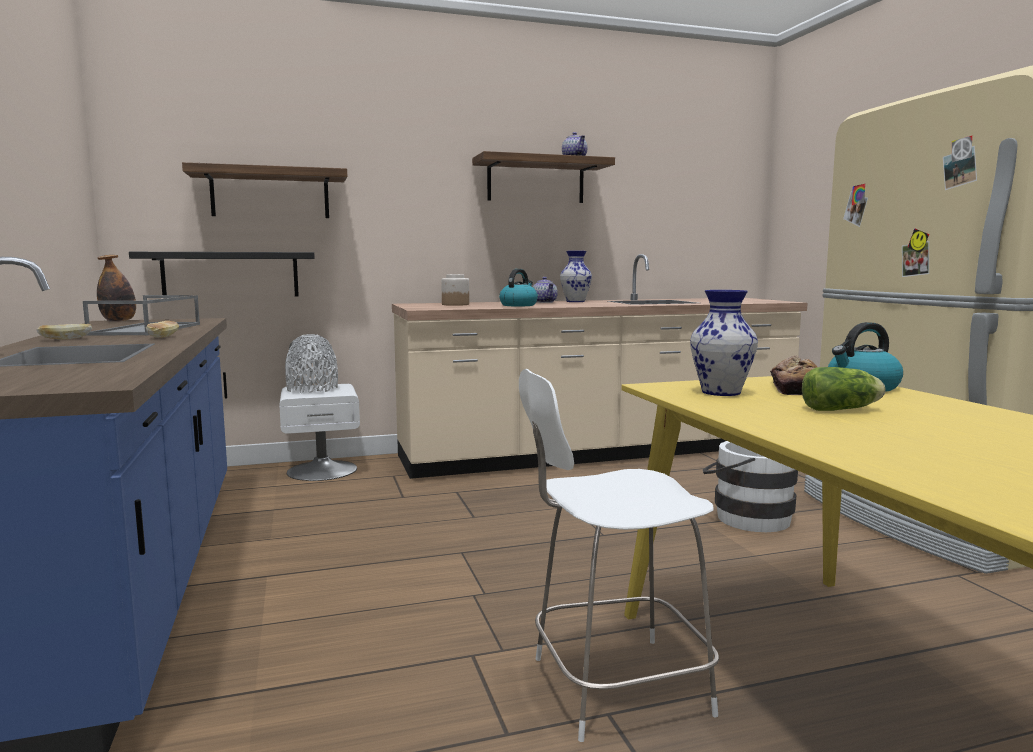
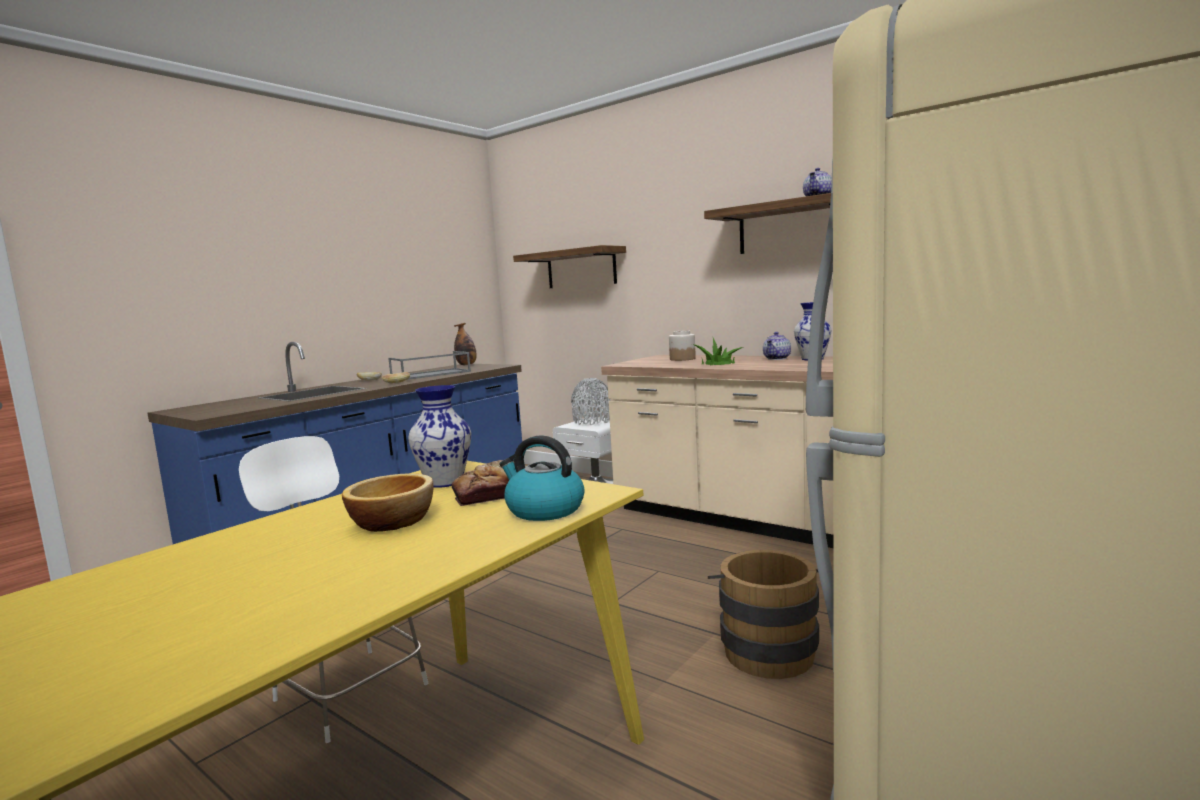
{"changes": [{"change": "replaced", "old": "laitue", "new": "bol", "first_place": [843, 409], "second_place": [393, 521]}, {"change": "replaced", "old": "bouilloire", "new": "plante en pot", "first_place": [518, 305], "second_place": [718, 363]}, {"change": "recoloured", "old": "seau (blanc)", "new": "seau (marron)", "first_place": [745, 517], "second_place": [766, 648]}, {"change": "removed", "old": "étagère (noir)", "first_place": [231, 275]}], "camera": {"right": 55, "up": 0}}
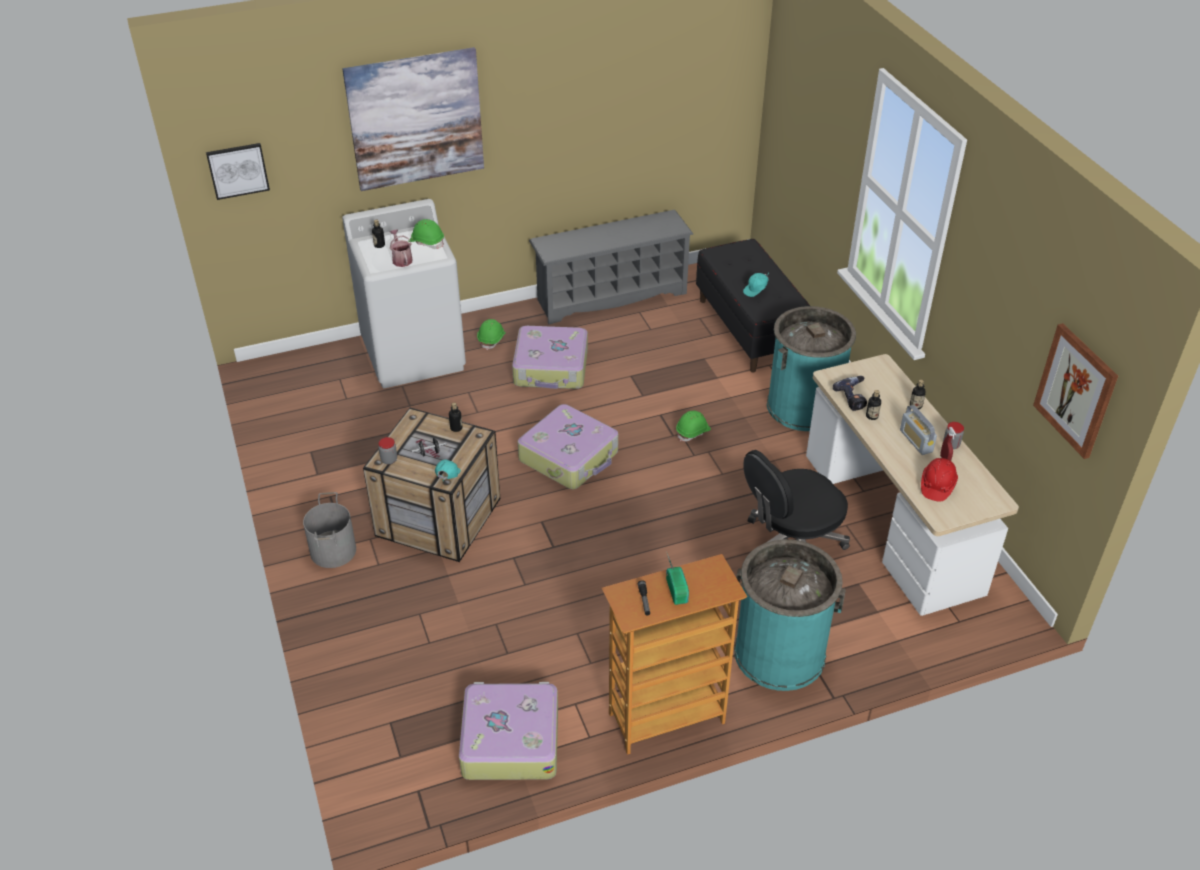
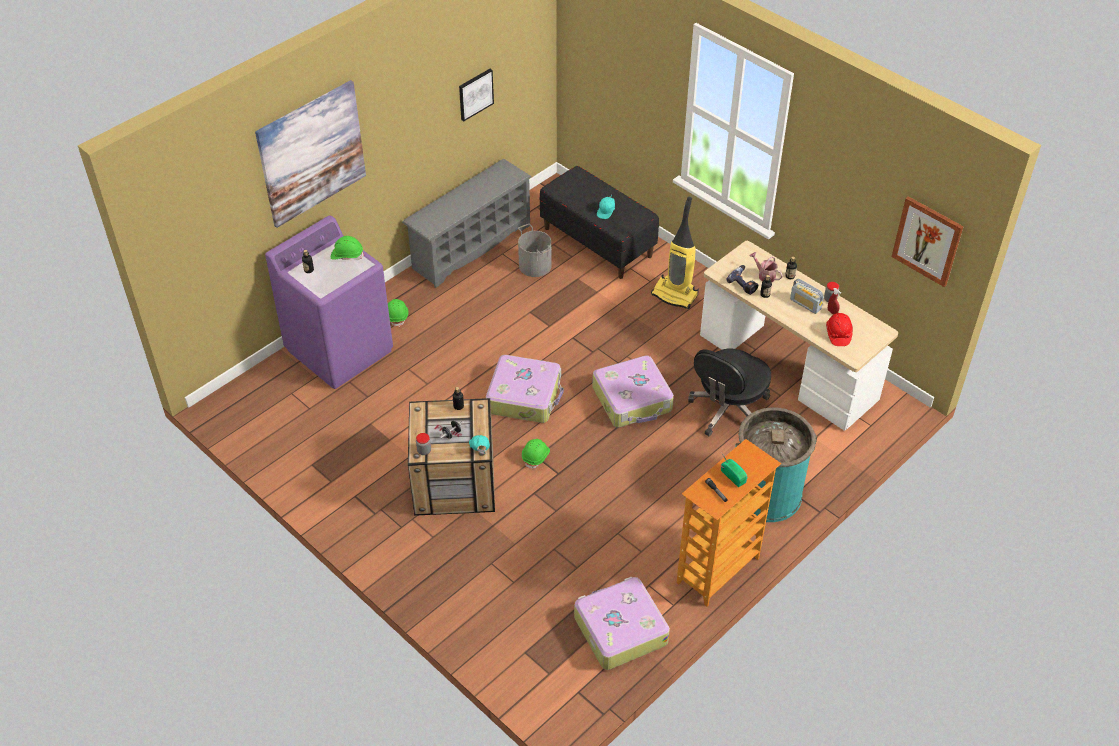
{"changes": [{"change": "recoloured", "old": "lave-linge (blanc)", "new": "lave-linge (violet)", "first_place": [414, 354], "second_place": [340, 350]}, {"change": "moved", "old": "tableau", "first_place": [238, 170], "second_place": [475, 94]}, {"change": "moved", "old": "seau (gris)", "first_place": [334, 550], "second_place": [535, 265]}, {"change": "moved", "old": "casque de chantier (vert)", "first_place": [693, 432], "second_place": [536, 457]}, {"change": "moved", "old": "valise", "first_place": [551, 368], "second_place": [633, 399]}, {"change": "replaced", "old": "poubelle (turquoise)", "new": "aspirateur", "first_place": [804, 406], "second_place": [675, 295]}, {"change": "moved", "old": "arrosoir", "first_place": [401, 259], "second_place": [764, 275]}], "camera": {"right": -25, "up": 5}}
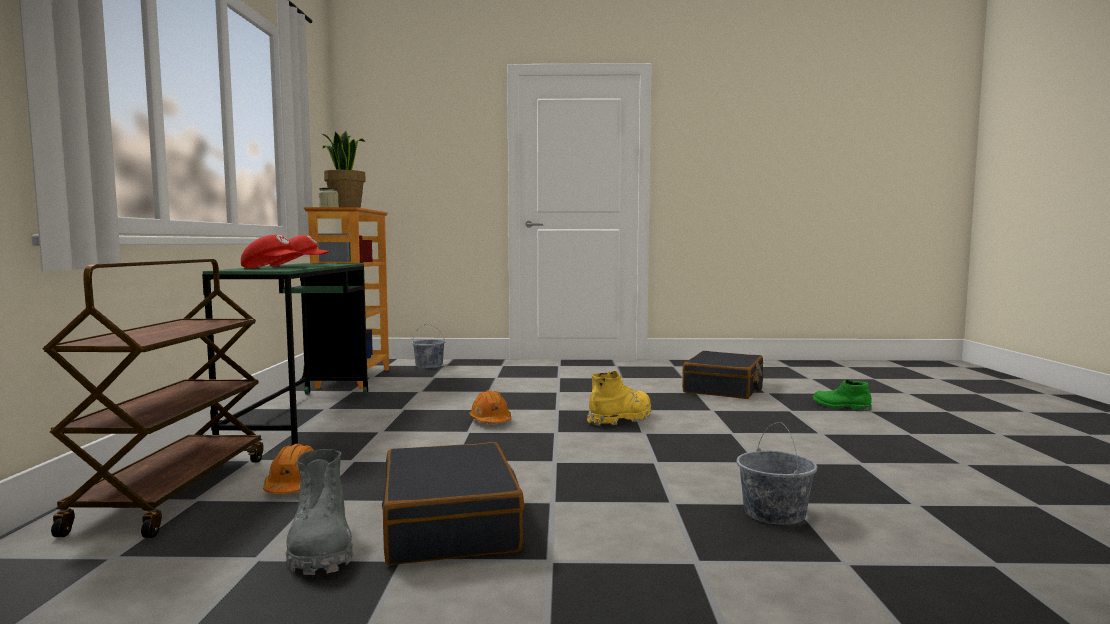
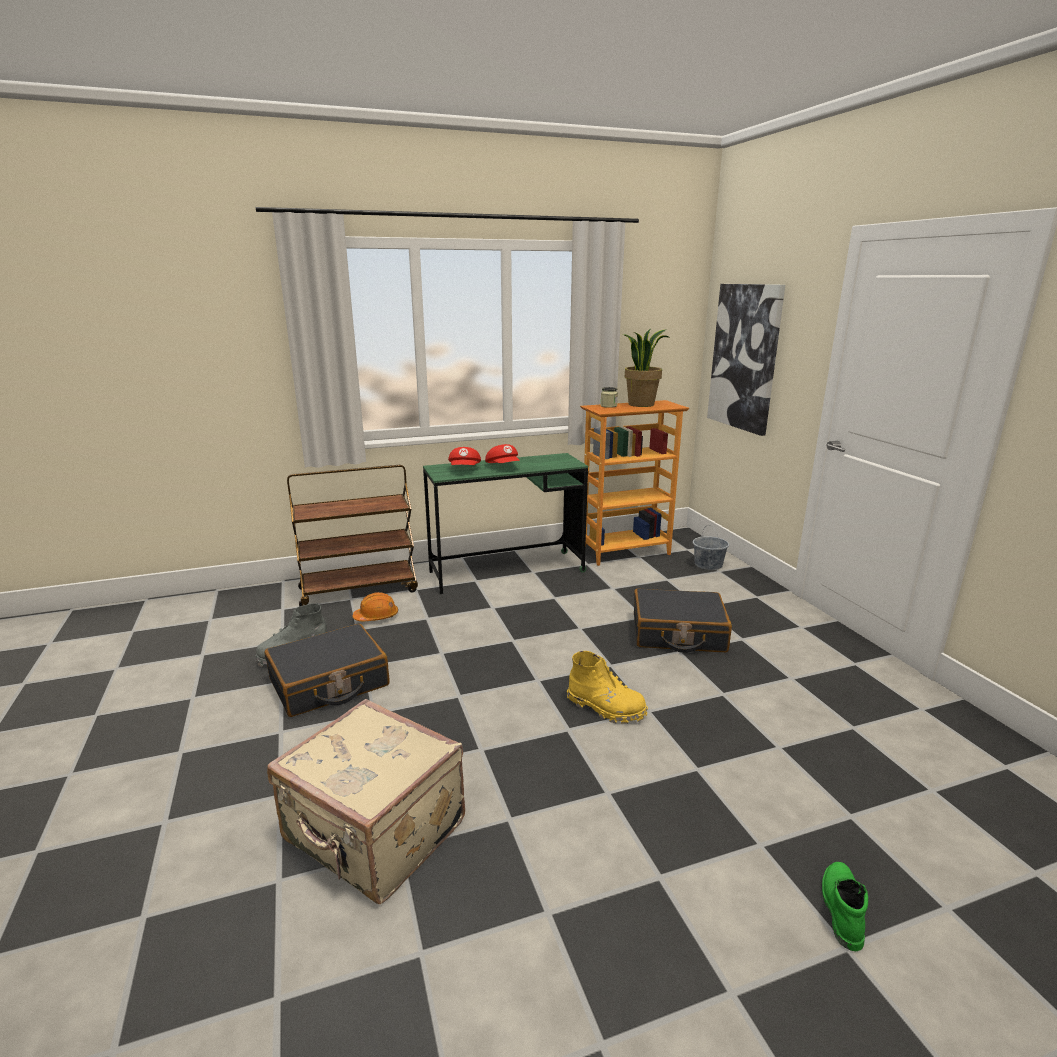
{"changes": [{"change": "replaced", "old": "seau (gris)", "new": "valise (beige)", "first_place": [774, 513], "second_place": [374, 834]}, {"change": "moved", "old": "valise (noir)", "first_place": [724, 388], "second_place": [678, 633]}, {"change": "added", "new": "tableau", "second_place": [745, 357]}, {"change": "removed", "old": "casque de chantier (orange)", "first_place": [490, 421]}], "camera": {"right": 70, "up": 15}}
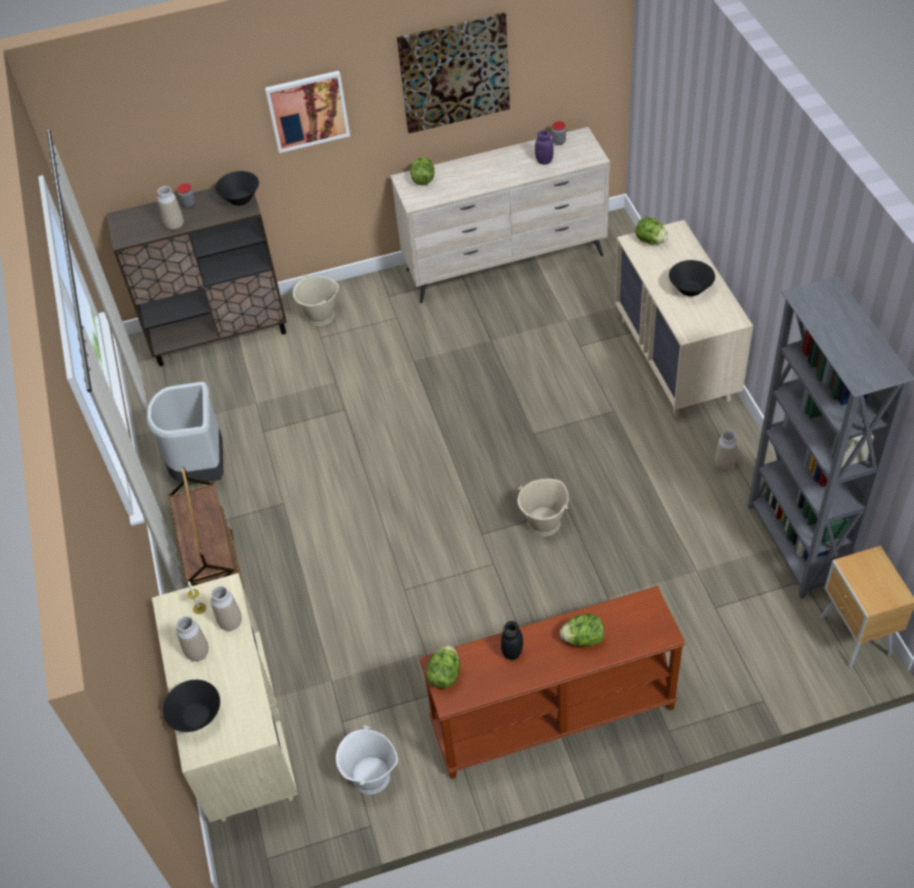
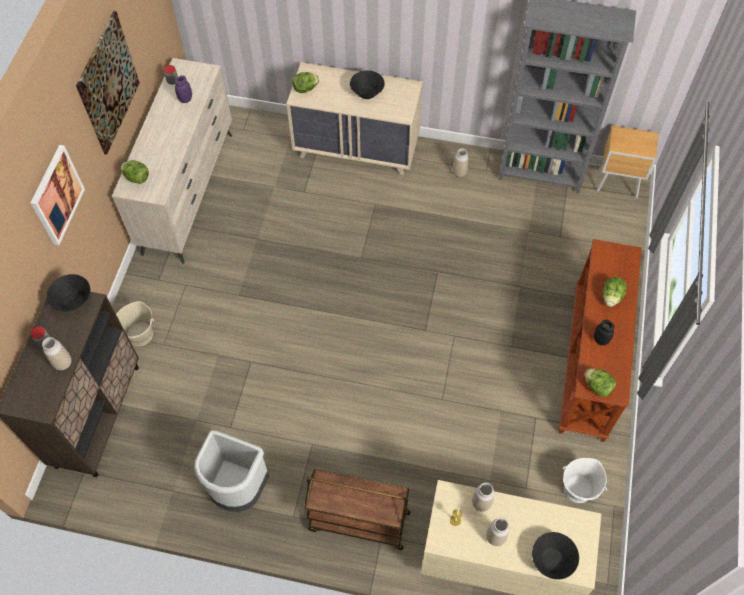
{"changes": [{"change": "removed", "old": "seau (beige)", "first_place": [544, 523]}], "camera": {"right": -65, "up": 10}}
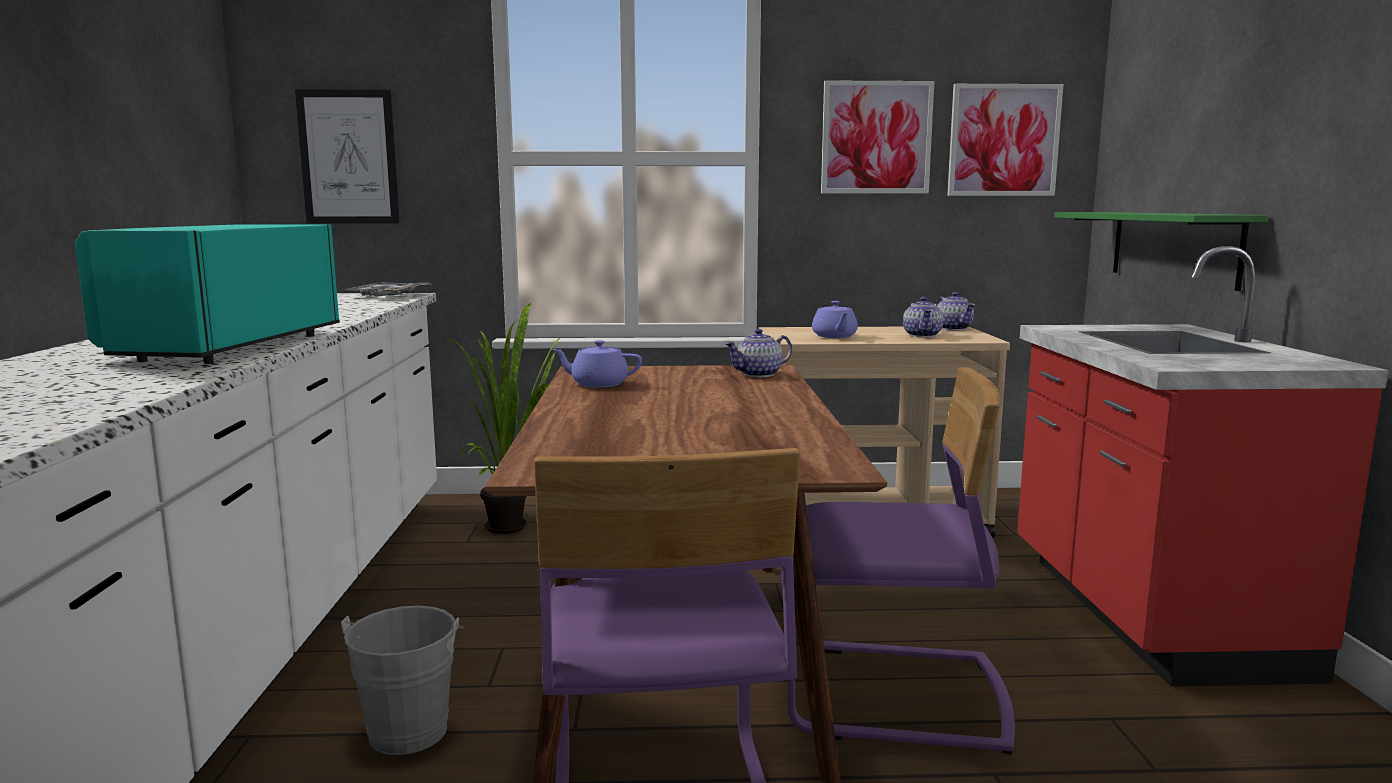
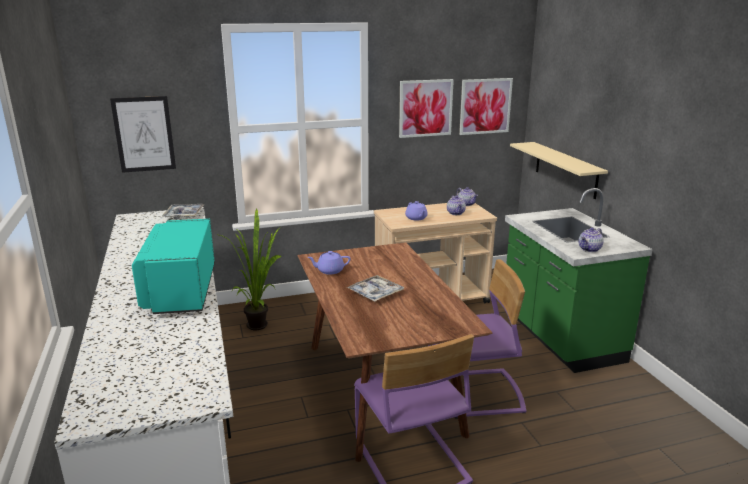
{"changes": [{"change": "added", "new": "plateau", "second_place": [375, 293]}, {"change": "recoloured", "old": "comptoir de cuisine (rouge)", "new": "comptoir de cuisine (vert)", "first_place": [1146, 614], "second_place": [559, 338]}, {"change": "recoloured", "old": "étagère (vert)", "new": "étagère (beige)", "first_place": [1173, 247], "second_place": [565, 169]}, {"change": "moved", "old": "théière", "first_place": [759, 374], "second_place": [590, 249]}, {"change": "removed", "old": "seau (gris)", "first_place": [411, 727]}], "camera": {"right": -15, "up": 10}}
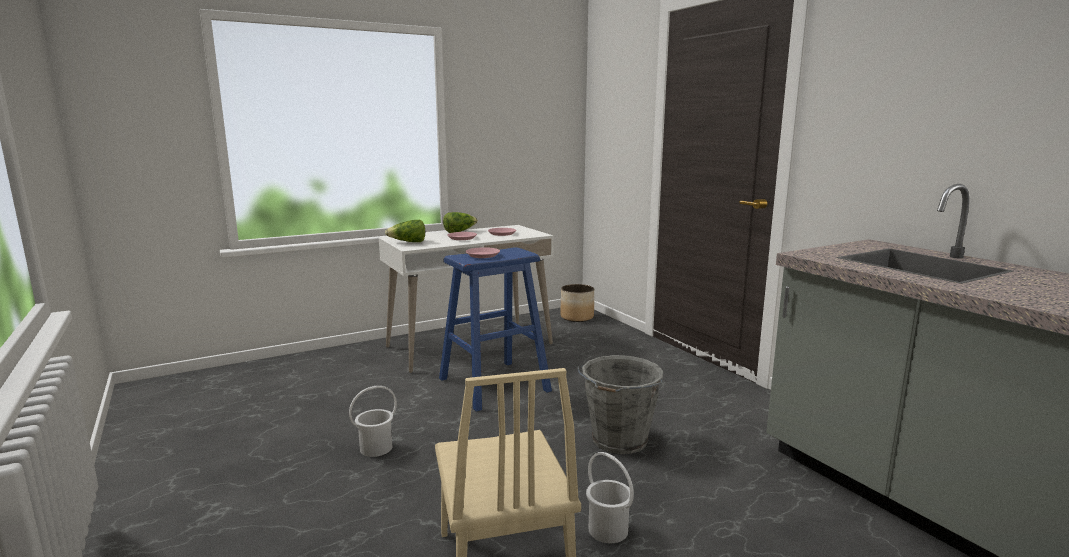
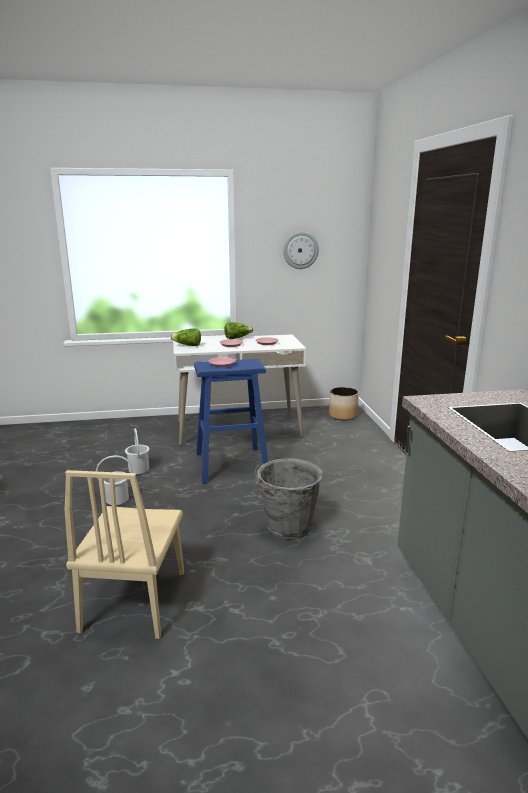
{"changes": [{"change": "moved", "old": "seau (blanc)", "first_place": [608, 529], "second_place": [139, 469]}, {"change": "added", "new": "horloge murale", "second_place": [300, 250]}], "camera": {"right": 20, "up": 5}}
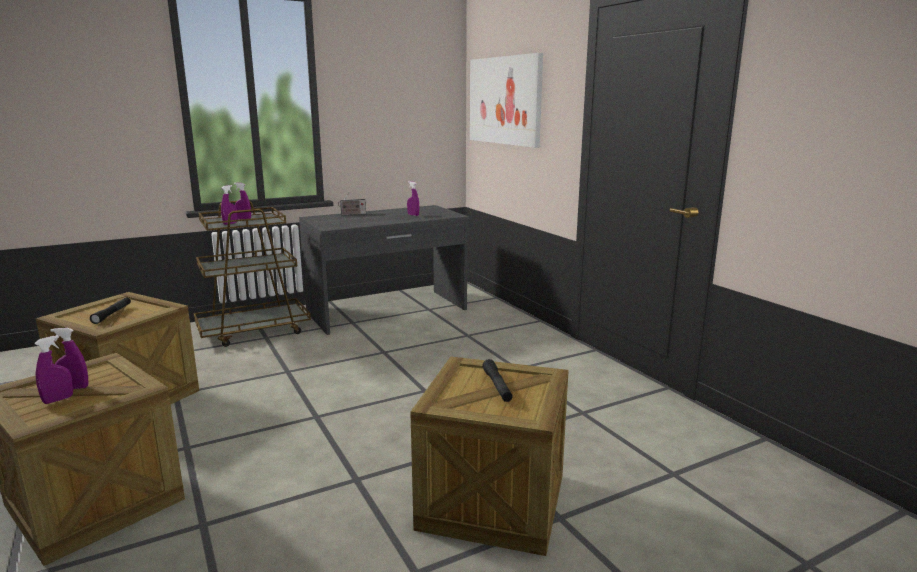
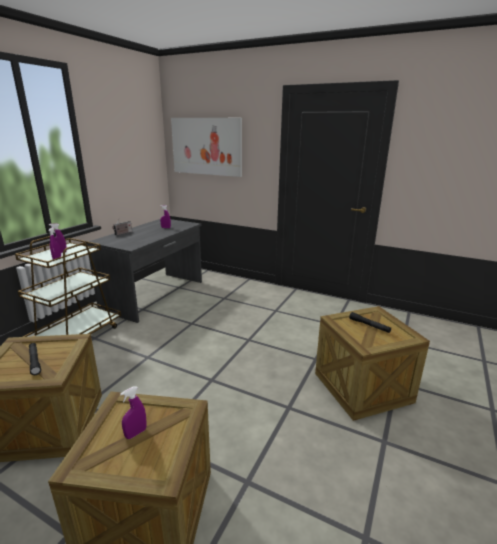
{"changes": [{"change": "removed", "old": "vaporisateur (violet)", "first_place": [58, 400]}], "camera": {"right": -35, "up": 5}}
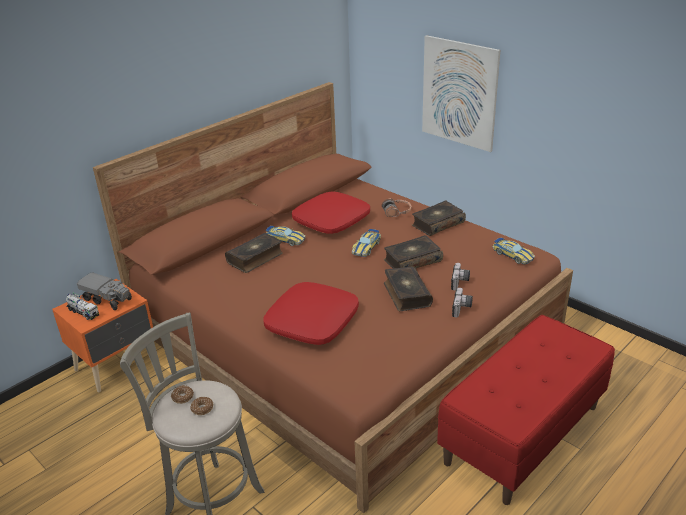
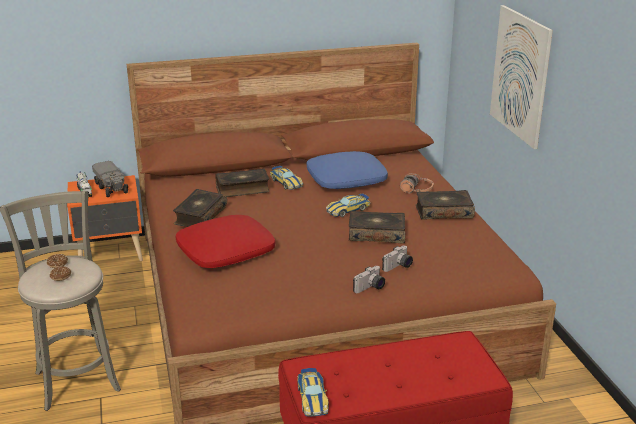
{"changes": [{"change": "moved", "old": "livre", "first_place": [406, 294], "second_place": [199, 216]}, {"change": "moved", "old": "petite voiture", "first_place": [513, 255], "second_place": [312, 398]}, {"change": "recoloured", "old": "coussin (rouge)", "new": "coussin (bleu)", "first_place": [331, 220], "second_place": [346, 179]}], "camera": {"right": 30, "up": -5}}
